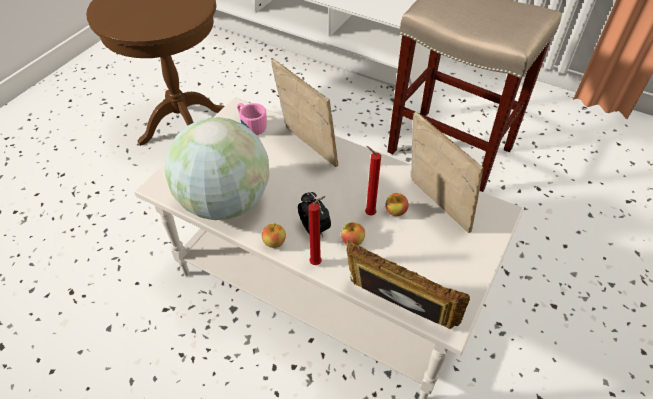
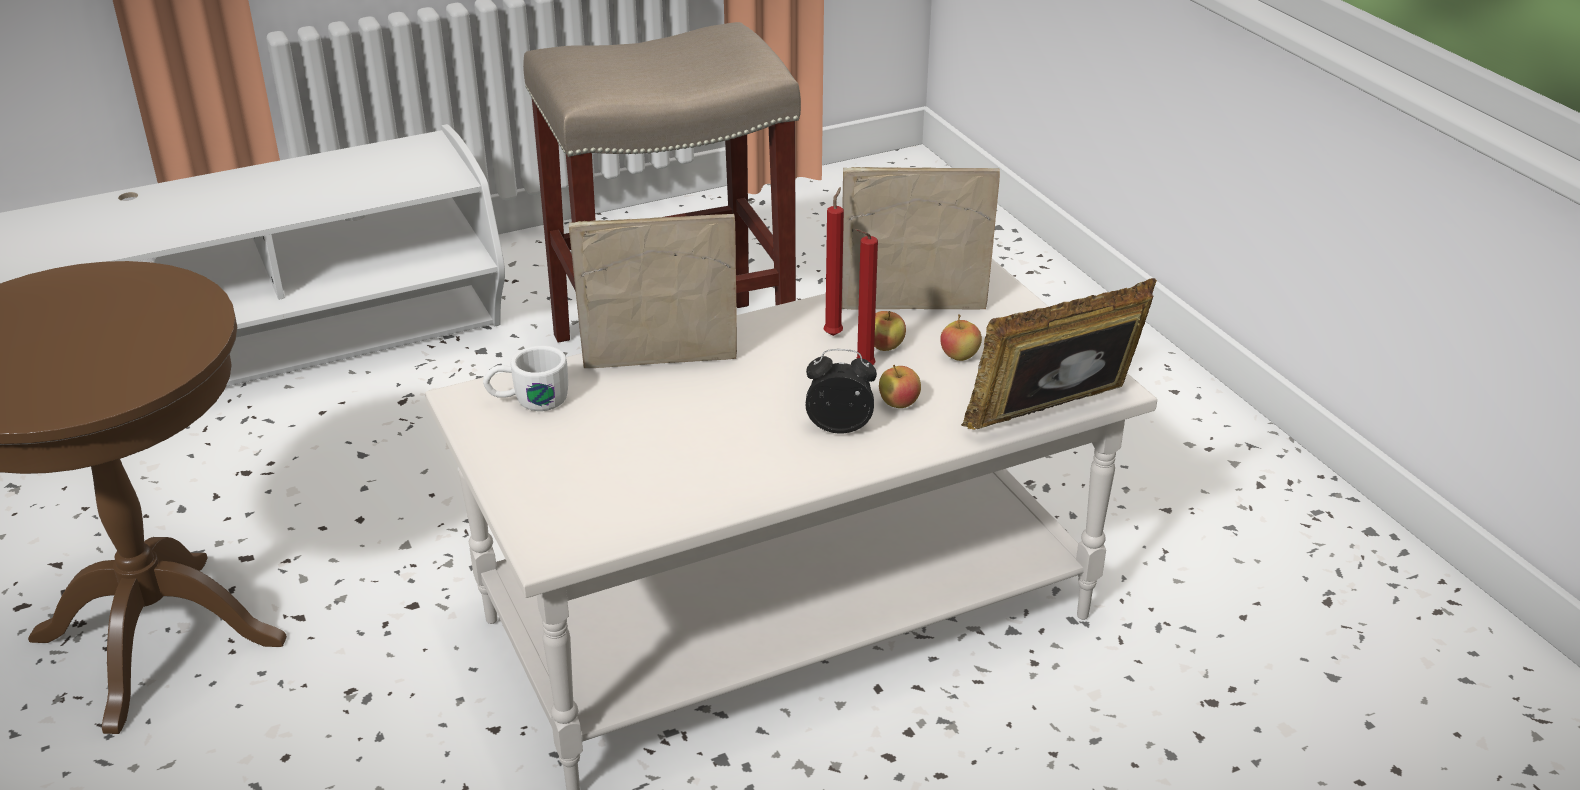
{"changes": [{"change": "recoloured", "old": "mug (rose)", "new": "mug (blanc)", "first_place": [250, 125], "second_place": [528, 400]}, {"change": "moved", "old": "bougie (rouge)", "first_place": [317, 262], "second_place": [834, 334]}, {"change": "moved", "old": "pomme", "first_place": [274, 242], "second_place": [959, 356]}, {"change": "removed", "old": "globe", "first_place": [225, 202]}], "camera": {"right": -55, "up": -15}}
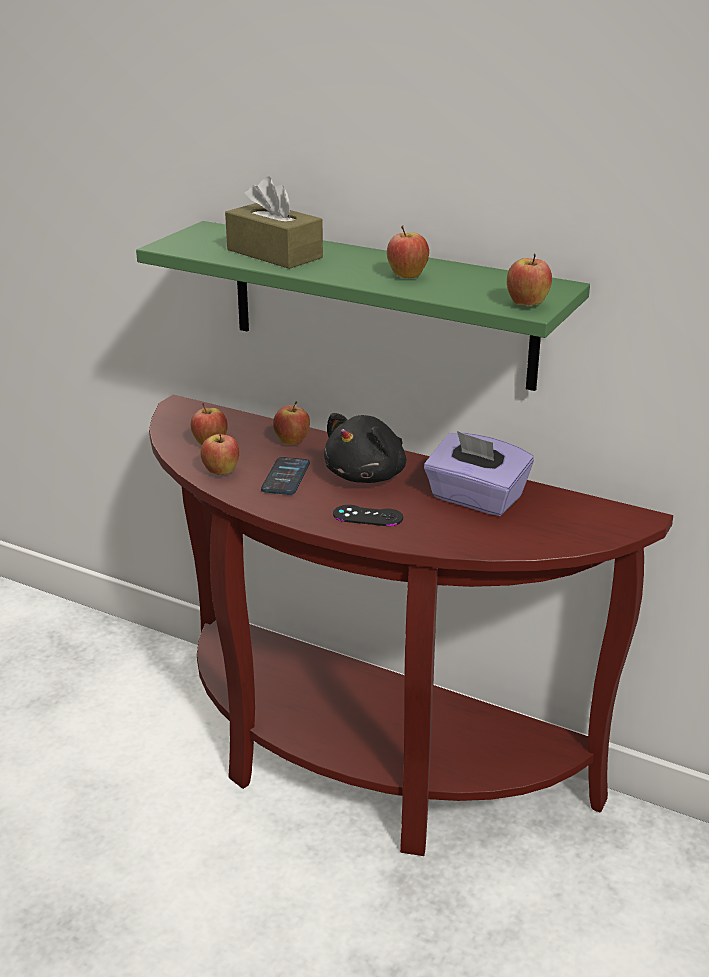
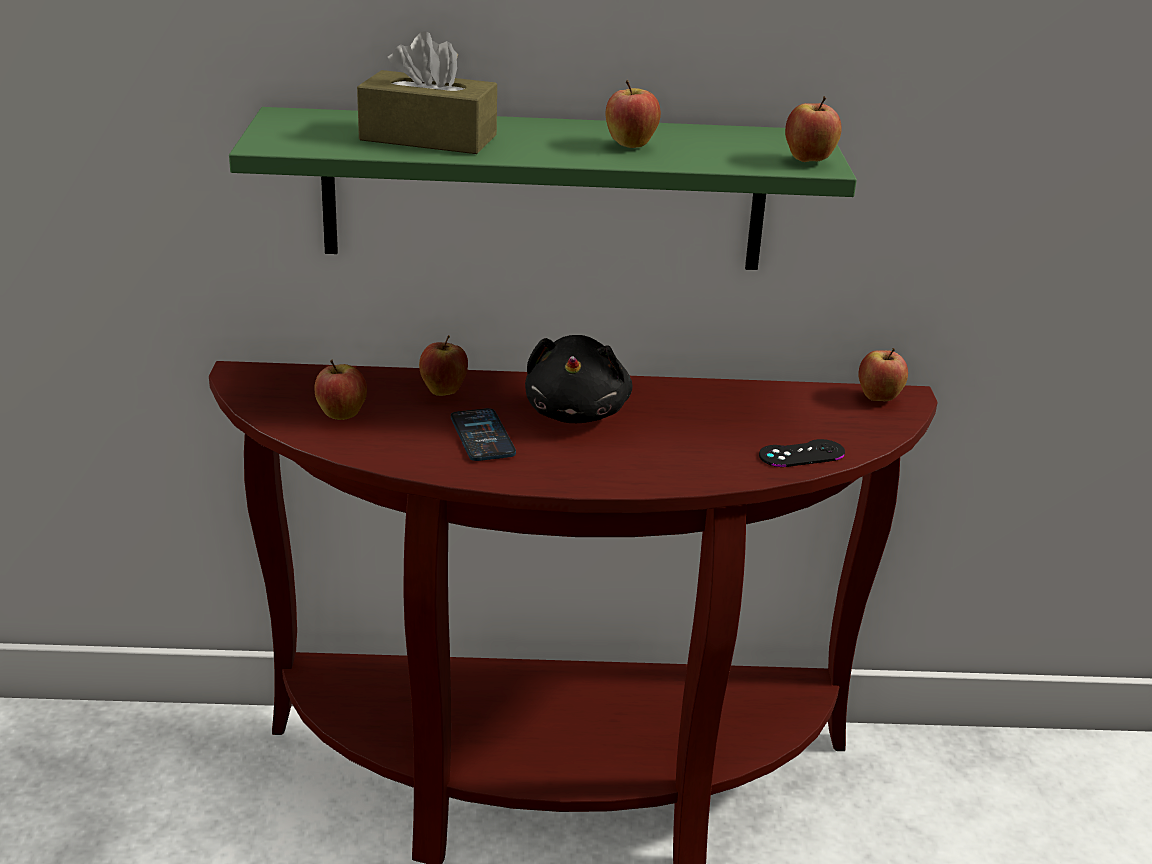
{"changes": [{"change": "moved", "old": "manette (noir)", "first_place": [368, 516], "second_place": [801, 454]}, {"change": "moved", "old": "pomme", "first_place": [221, 473], "second_place": [878, 399]}, {"change": "removed", "old": "boîte à mouchoirs (violet)", "first_place": [475, 499]}], "camera": {"right": -30, "up": 0}}
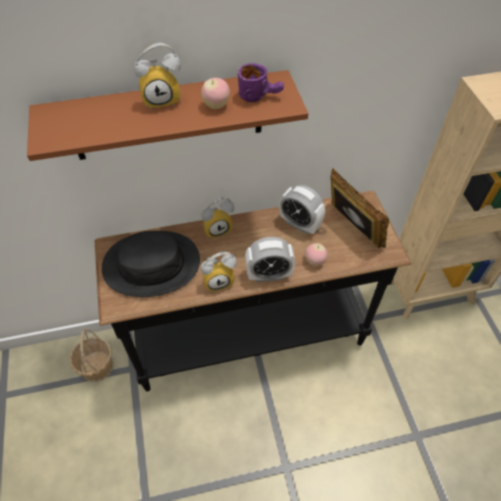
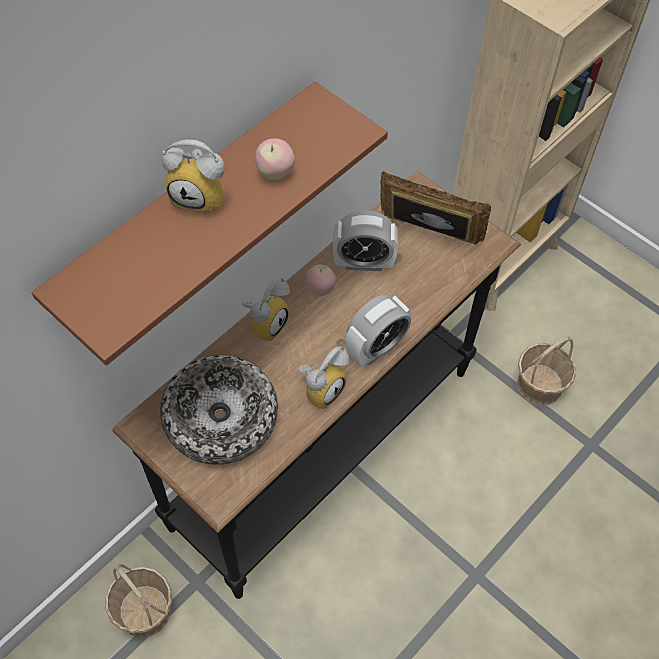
{"changes": [{"change": "replaced", "old": "chapeau (noir)", "new": "bol", "first_place": [151, 264], "second_place": [220, 417]}, {"change": "turned", "old": "réveil", "first_place": [163, 99], "second_place": [202, 196], "degrees": 60}, {"change": "moved", "old": "pomme", "first_place": [314, 261], "second_place": [320, 289]}, {"change": "added", "new": "panier", "second_place": [540, 385]}, {"change": "removed", "old": "mug (violet)", "first_place": [260, 95]}], "camera": {"right": -35, "up": 5}}
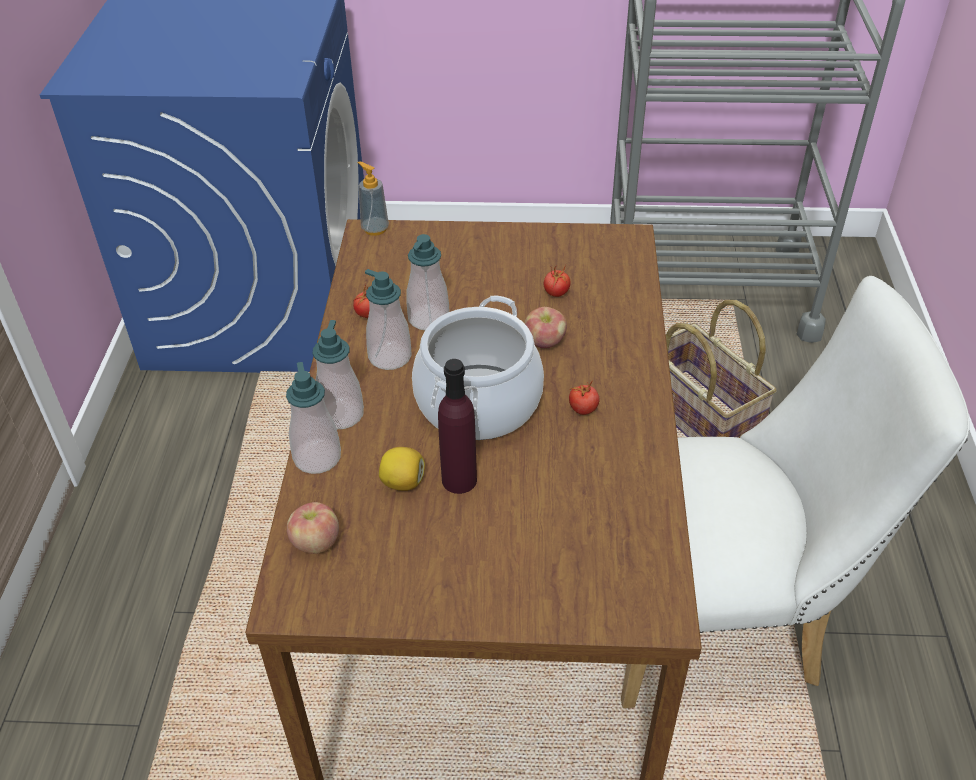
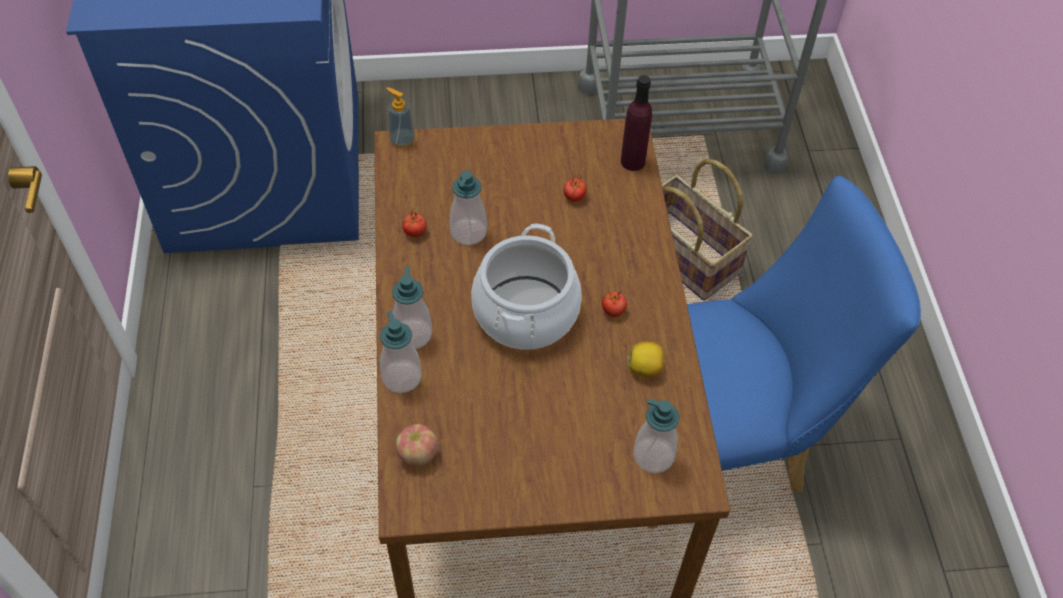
{"changes": [{"change": "moved", "old": "bouteille (violet)", "first_place": [459, 480], "second_place": [632, 161]}, {"change": "moved", "old": "citron", "first_place": [403, 482], "second_place": [645, 368]}, {"change": "moved", "old": "distributeur de savon", "first_place": [390, 357], "second_place": [653, 455]}, {"change": "recoloured", "old": "chaise (blanc)", "new": "chaise (bleu)", "first_place": [721, 620], "second_place": [720, 444]}, {"change": "removed", "old": "pomme", "first_place": [544, 342]}], "camera": {"right": -10, "up": 10}}
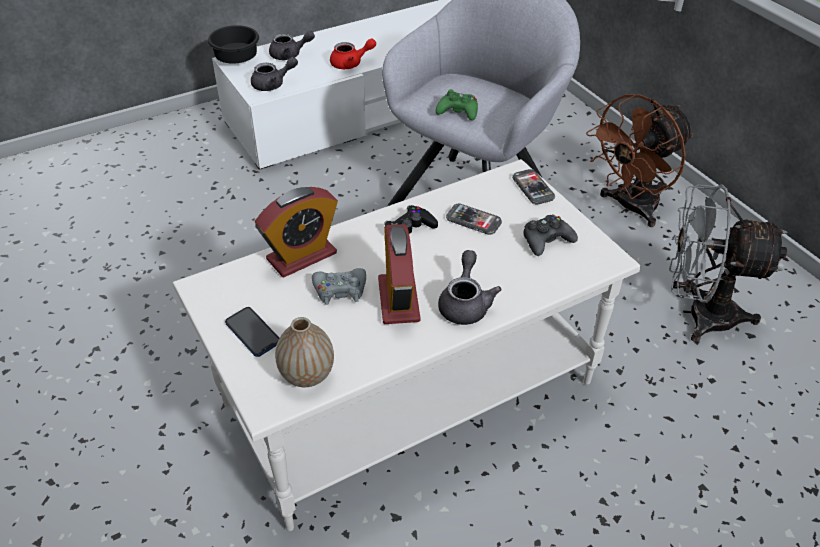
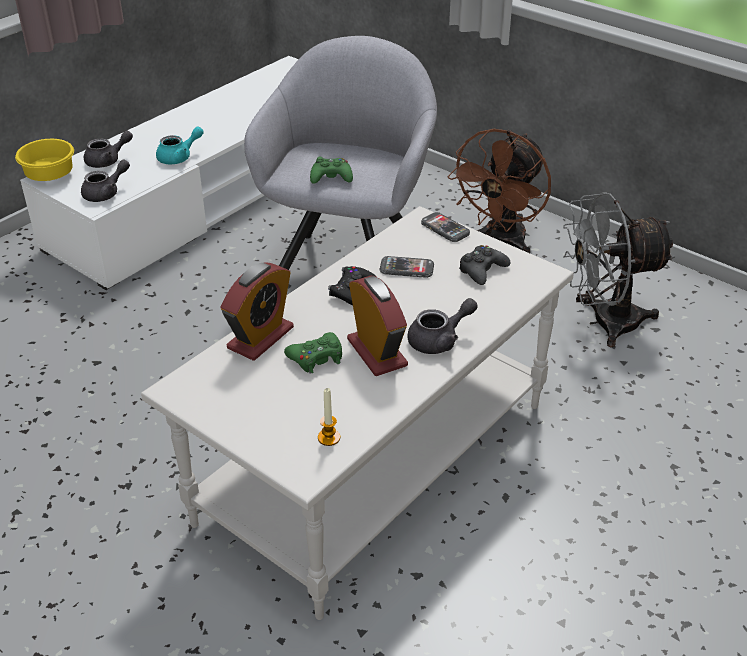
{"changes": [{"change": "recoloured", "old": "bol (noir)", "new": "bol (jaune)", "first_place": [235, 59], "second_place": [48, 176]}, {"change": "recoloured", "old": "théière (rouge)", "new": "théière (turquoise)", "first_place": [351, 64], "second_place": [179, 157]}, {"change": "recoloured", "old": "manette (gris)", "new": "manette (vert)", "first_place": [340, 290], "second_place": [316, 358]}, {"change": "replaced", "old": "vase", "new": "bougie", "first_place": [307, 375], "second_place": [329, 438]}, {"change": "turned", "old": "théière (gris)", "first_place": [465, 303], "second_place": [439, 340], "degrees": 75}, {"change": "removed", "old": "téléphone", "first_place": [252, 333]}], "camera": {"right": -20, "up": -5}}
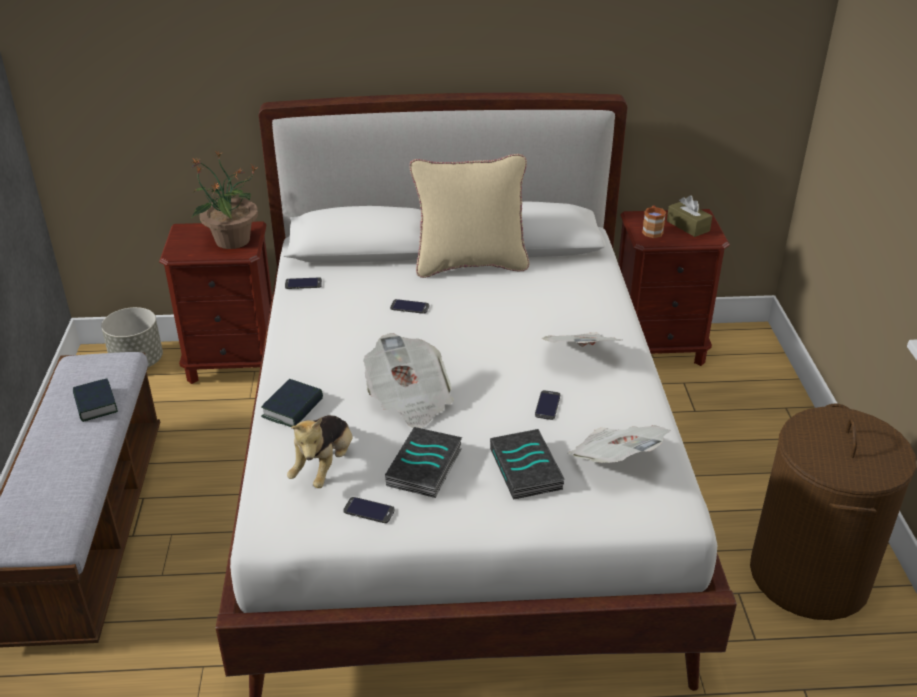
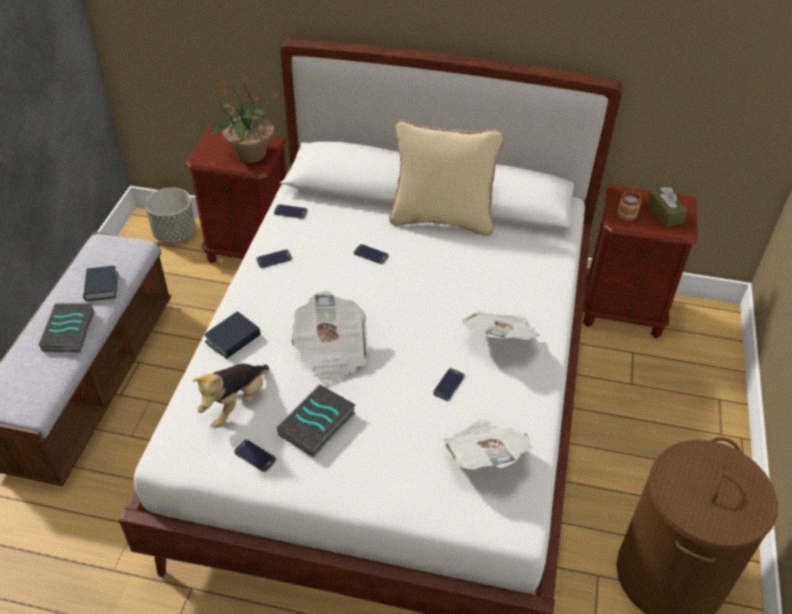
{"changes": [{"change": "moved", "old": "livre", "first_place": [527, 469], "second_place": [70, 331]}, {"change": "added", "new": "téléphone", "second_place": [274, 259]}], "camera": {"right": 15, "up": 10}}
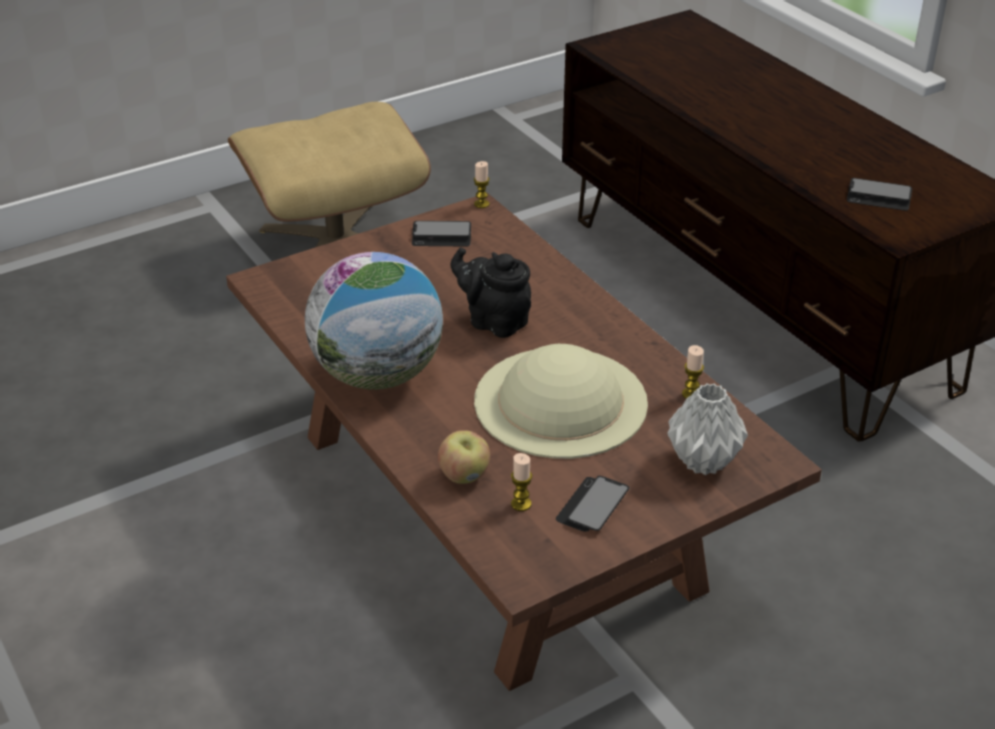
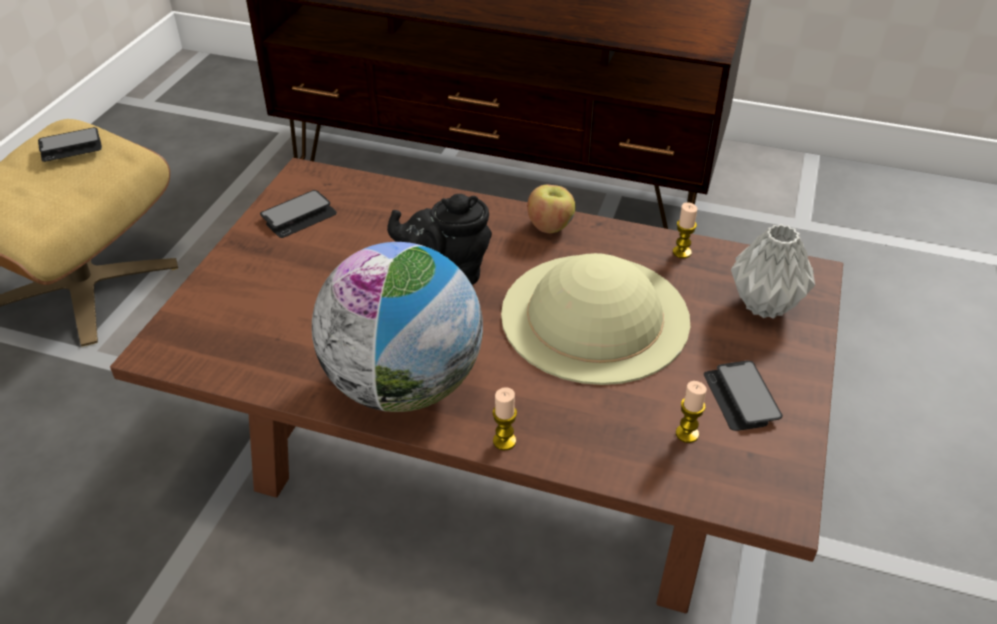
{"changes": [{"change": "moved", "old": "téléphone", "first_place": [879, 196], "second_place": [70, 146]}, {"change": "moved", "old": "bougie", "first_place": [481, 204], "second_place": [504, 441]}, {"change": "moved", "old": "pomme", "first_place": [464, 475], "second_place": [550, 226]}], "camera": {"right": -40, "up": 5}}
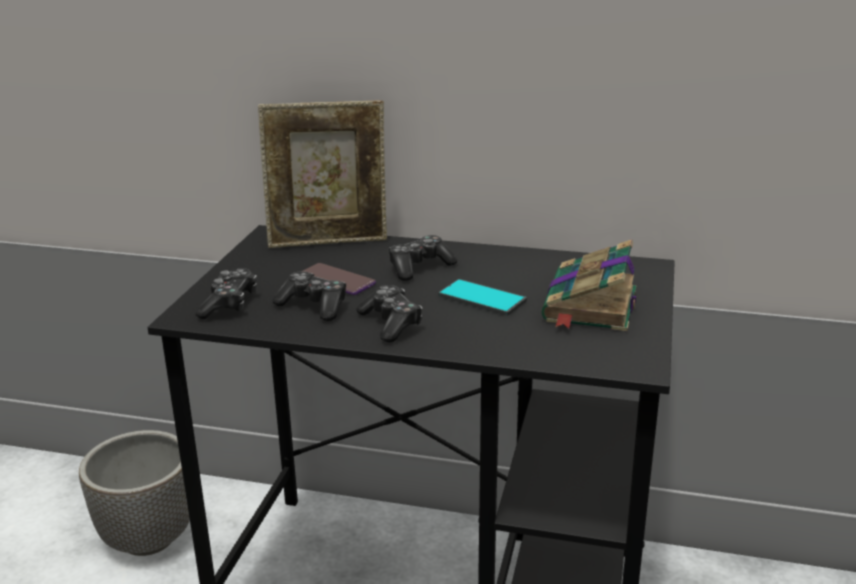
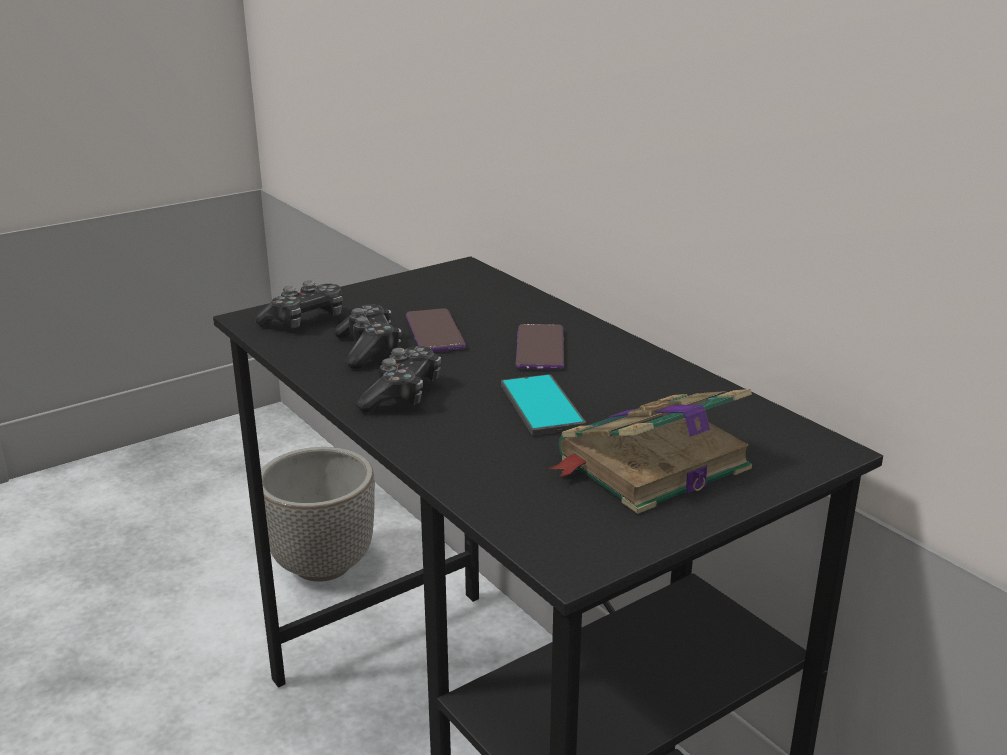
{"changes": [{"change": "replaced", "old": "manette", "new": "téléphone", "first_place": [419, 267], "second_place": [540, 348]}, {"change": "removed", "old": "cadre photo", "first_place": [329, 241]}], "camera": {"right": 40, "up": 0}}
